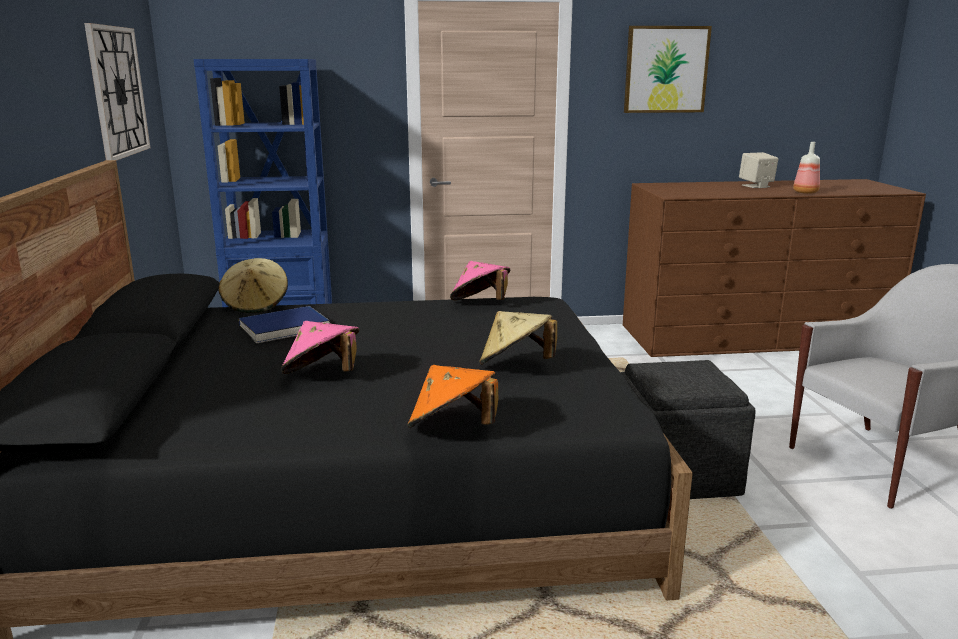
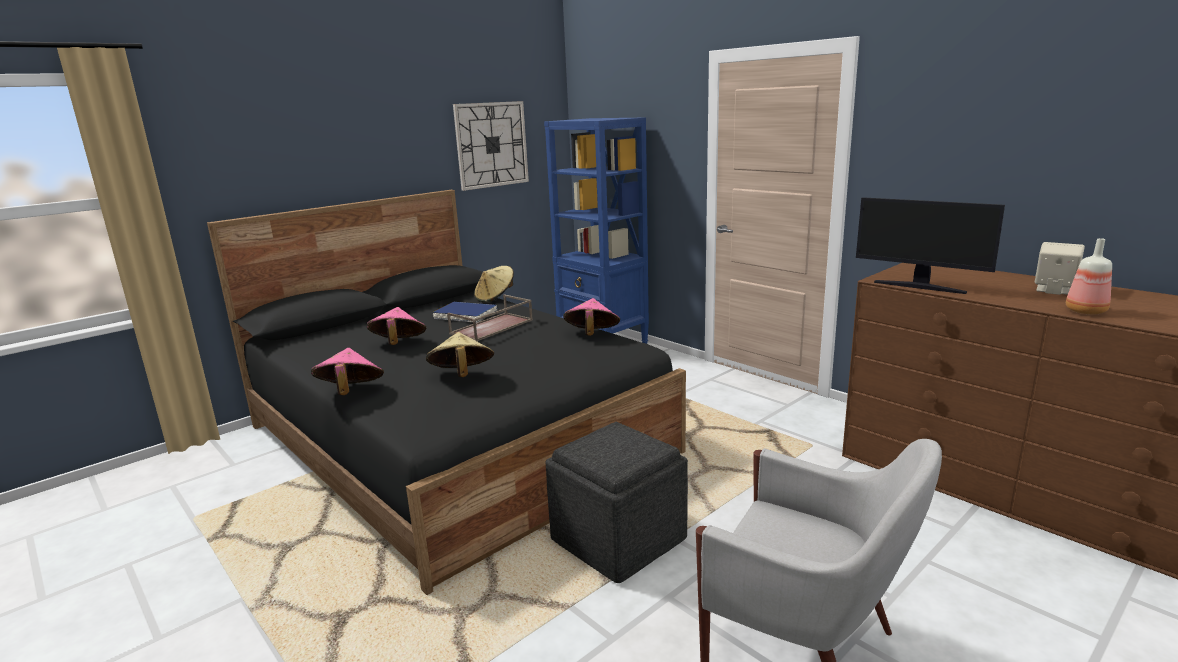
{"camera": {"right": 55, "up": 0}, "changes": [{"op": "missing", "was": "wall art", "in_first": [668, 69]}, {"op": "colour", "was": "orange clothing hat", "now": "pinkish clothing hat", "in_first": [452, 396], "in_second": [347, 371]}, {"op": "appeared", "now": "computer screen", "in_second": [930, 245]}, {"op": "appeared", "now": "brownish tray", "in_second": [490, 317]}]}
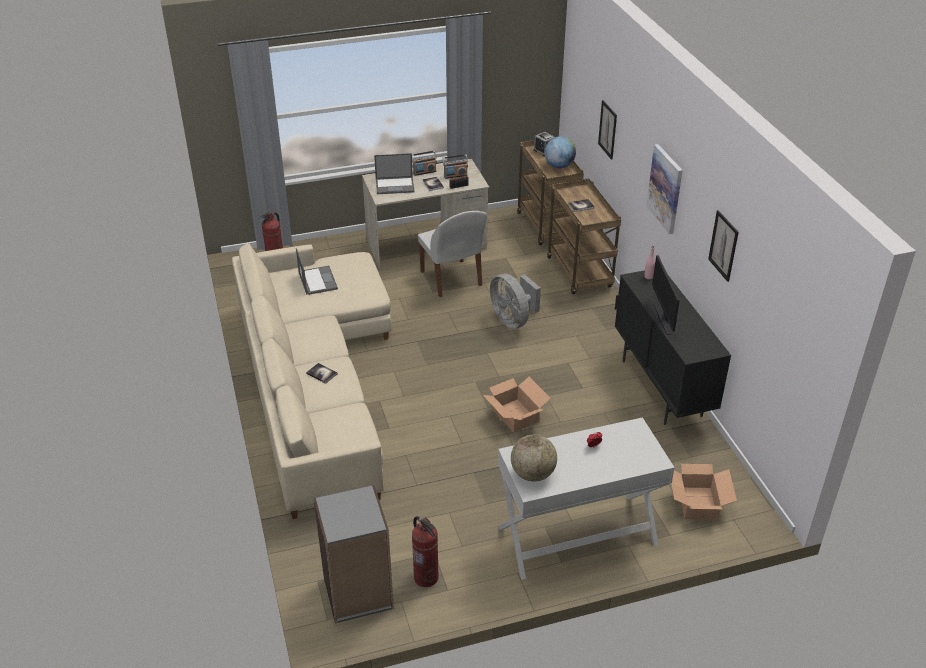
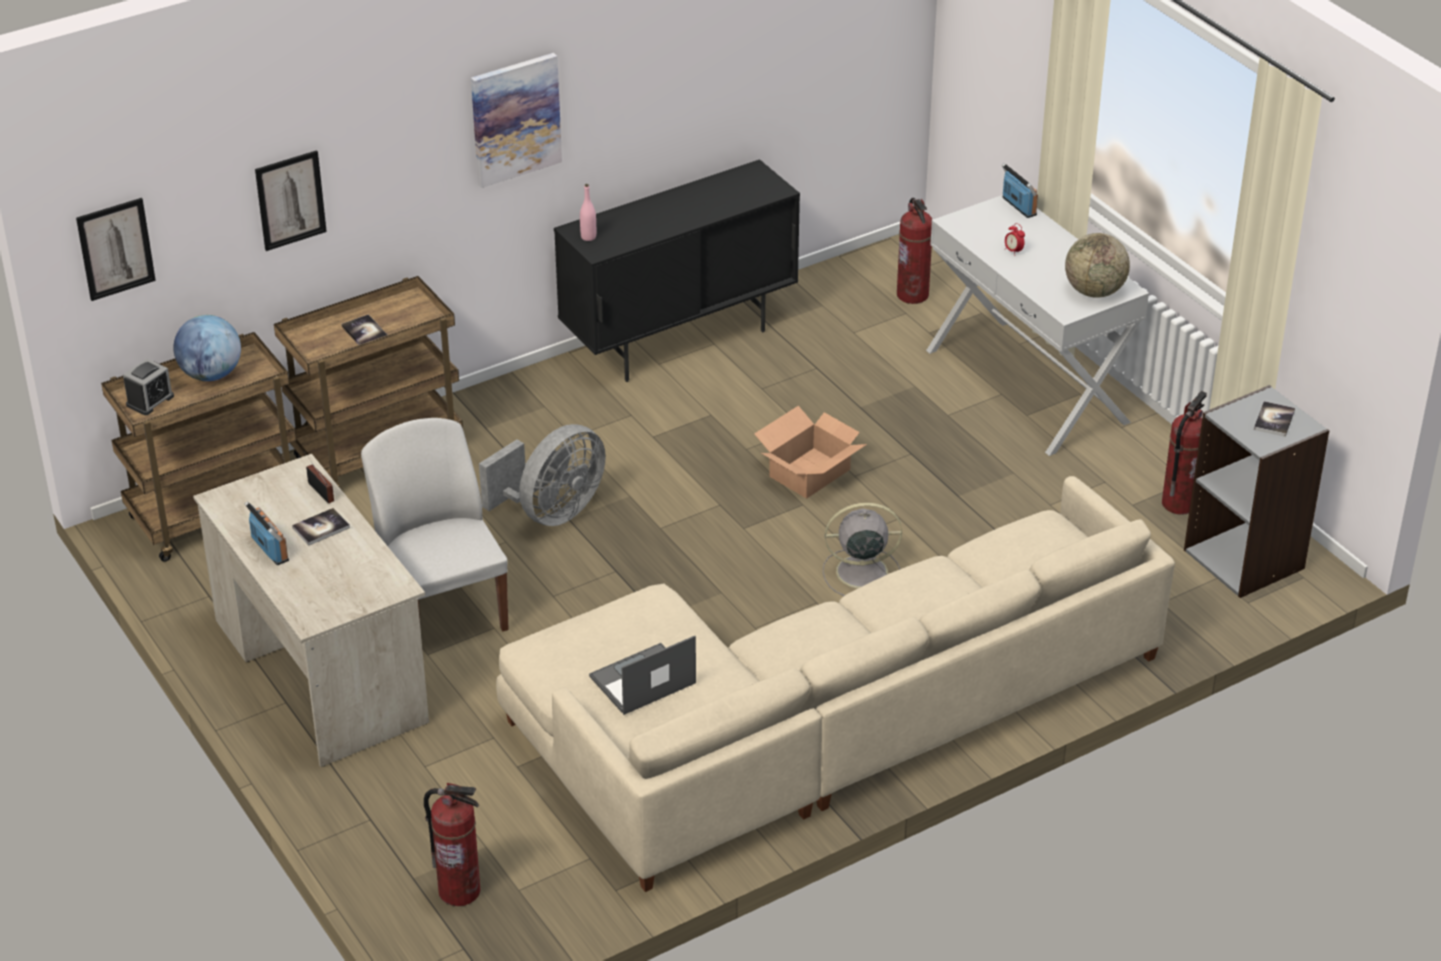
{"camera": {"right": -105, "up": 0}, "changes": [{"op": "missing", "was": "portable computer", "in_first": [394, 173]}, {"op": "relocated", "was": "radio set", "in_first": [455, 166], "in_second": [1020, 190]}, {"op": "relocated", "was": "wall art", "in_first": [723, 246], "in_second": [116, 249]}, {"op": "spun", "was": "white chair", "in_first": [452, 254], "in_second": [435, 524], "clockwise": -75}, {"op": "missing", "was": "computer screen", "in_first": [666, 295]}, {"op": "relocated", "was": "volume", "in_first": [322, 373], "in_second": [1274, 419]}, {"op": "exchanged", "was": "carton", "now": "extinguisher", "in_first": [704, 492], "in_second": [914, 251]}, {"op": "appeared", "now": "gray fan", "in_second": [862, 549]}]}
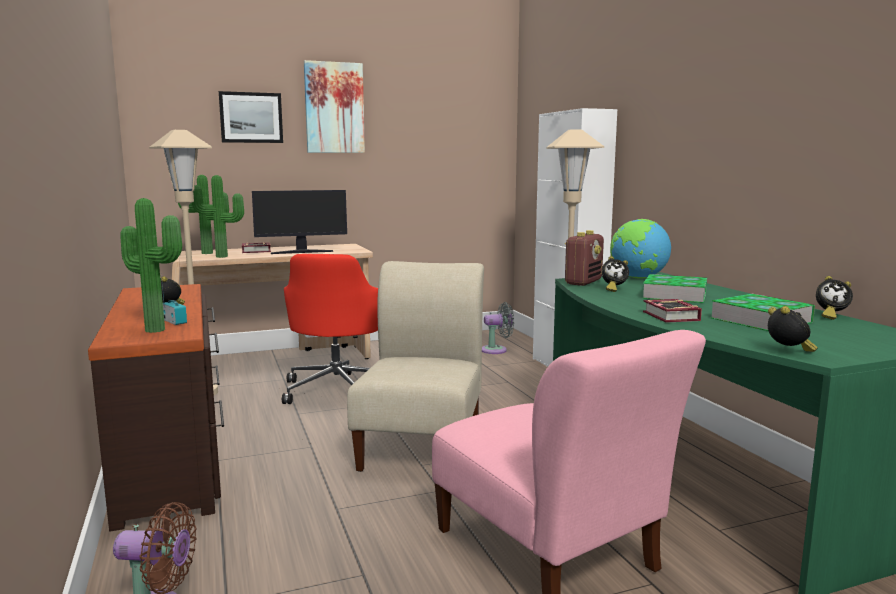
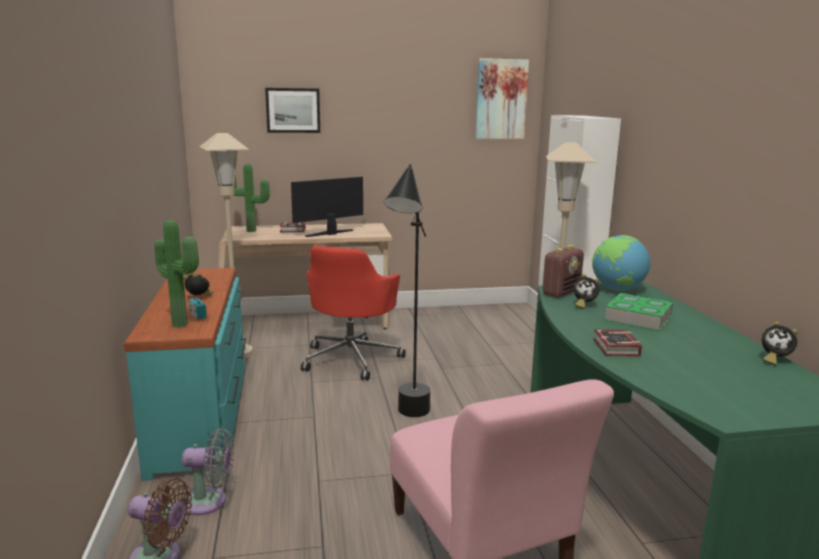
{"camera": {"right": 10, "up": 5}, "changes": [{"op": "relocated", "was": "wall art", "in_first": [334, 106], "in_second": [502, 98]}, {"op": "missing", "was": "potted plant", "in_first": [218, 216]}, {"op": "spun", "was": "computer screen", "in_first": [299, 222], "in_second": [327, 207], "clockwise": 150}, {"op": "exchanged", "was": "beige chair", "now": "black-coloured standard lamp", "in_first": [415, 366], "in_second": [407, 290]}, {"op": "colour", "was": "brownish dresser", "now": "turquoise dresser", "in_first": [156, 407], "in_second": [185, 374]}, {"op": "missing", "was": "volume", "in_first": [762, 312]}, {"op": "relocated", "was": "gray fan", "in_first": [498, 328], "in_second": [208, 471]}, {"op": "missing", "was": "alarm clock", "in_first": [793, 329]}]}
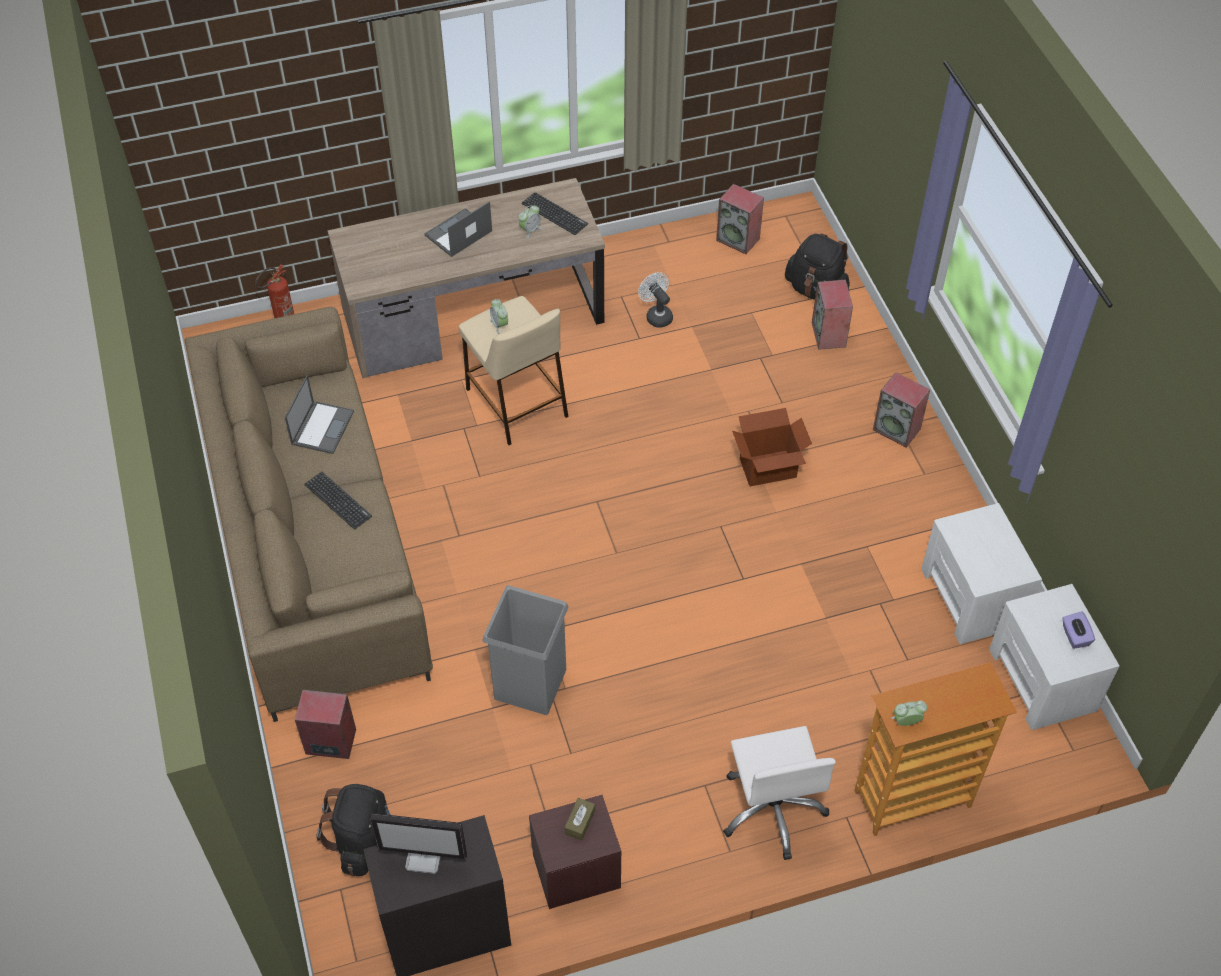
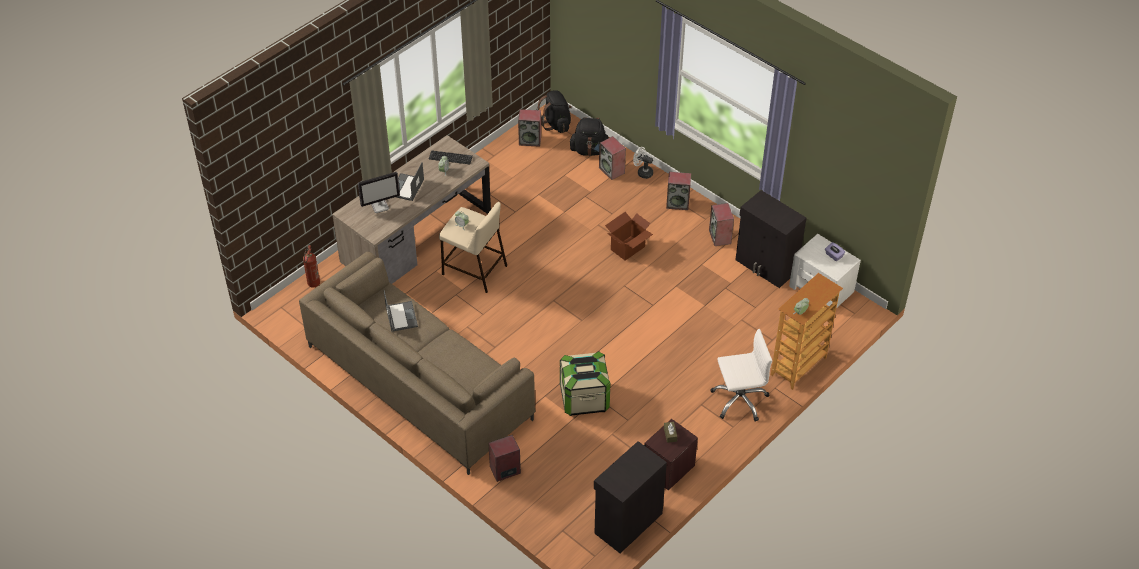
{"camera": {"right": -30, "up": -5}, "changes": [{"op": "relocated", "was": "white fan", "in_first": [655, 300], "in_second": [643, 163]}, {"op": "missing", "was": "PC keyboard", "in_first": [338, 501]}, {"op": "exchanged", "was": "white bedside table", "now": "black-coloured cupboard", "in_first": [981, 573], "in_second": [770, 239]}, {"op": "exchanged", "was": "gray trash can", "now": "storage box", "in_first": [525, 650], "in_second": [585, 383]}, {"op": "spun", "was": "white desk chair", "in_first": [779, 793], "in_second": [741, 375], "clockwise": -60}, {"op": "relocated", "was": "black-coloured rucksack", "in_first": [353, 830], "in_second": [554, 111]}, {"op": "relocated", "was": "computer screen", "in_first": [418, 843], "in_second": [379, 192]}, {"op": "appeared", "now": "audio speaker", "in_second": [721, 224]}]}
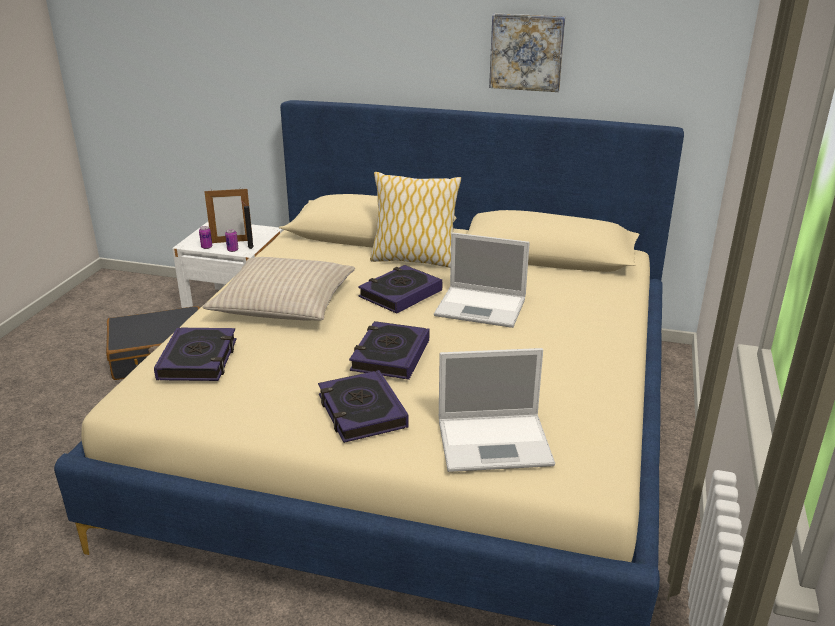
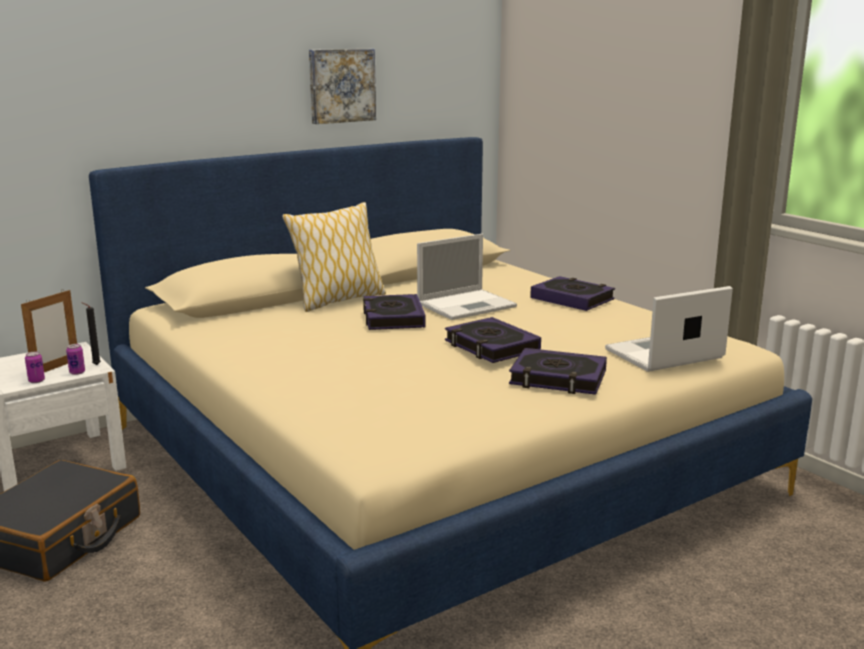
{"camera": {"right": -50, "up": -10}, "changes": [{"op": "missing", "was": "beige cushion", "in_first": [279, 289]}, {"op": "relocated", "was": "volume", "in_first": [195, 354], "in_second": [572, 293]}, {"op": "spun", "was": "portable computer", "in_first": [497, 410], "in_second": [669, 329], "clockwise": -150}]}
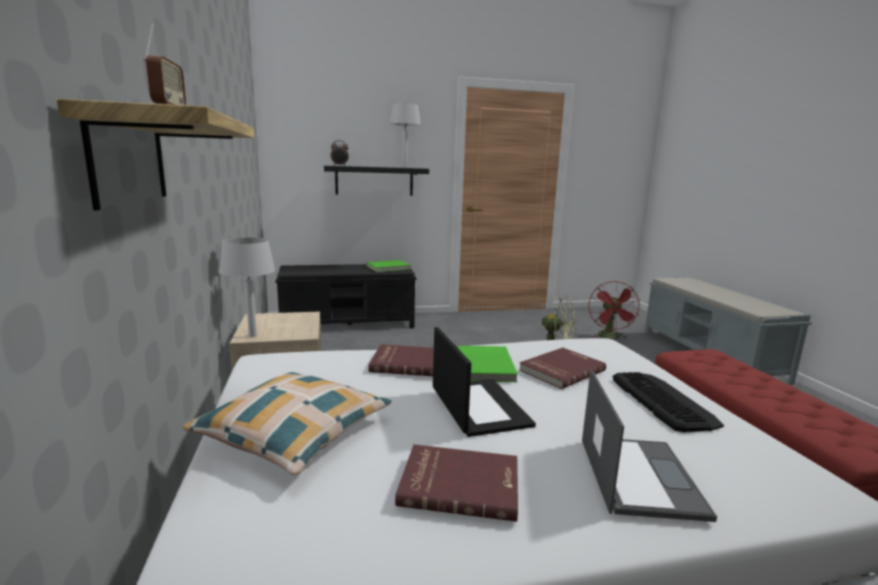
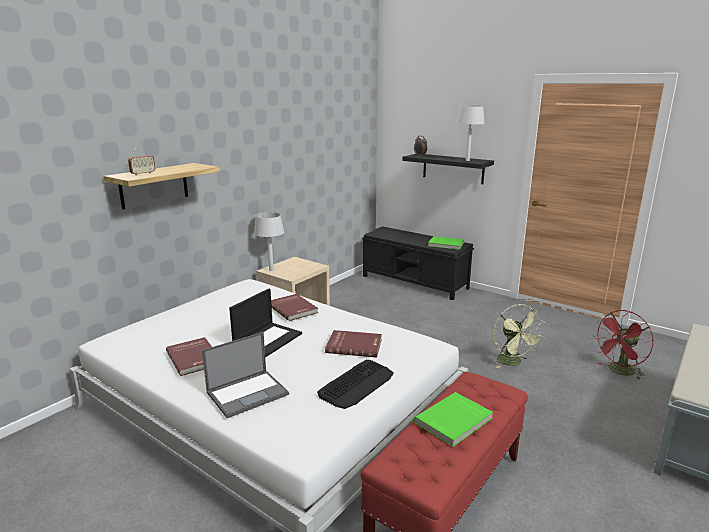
{"camera": {"right": 50, "up": 5}, "changes": [{"op": "relocated", "was": "greenish volume", "in_first": [487, 364], "in_second": [453, 419]}, {"op": "missing", "was": "cushion", "in_first": [287, 424]}]}
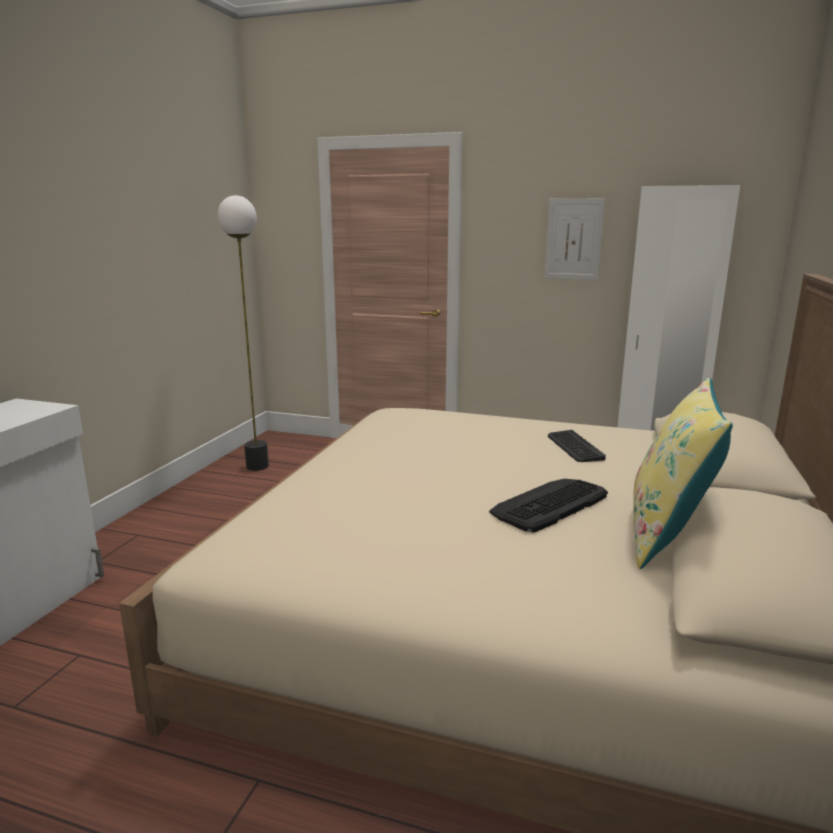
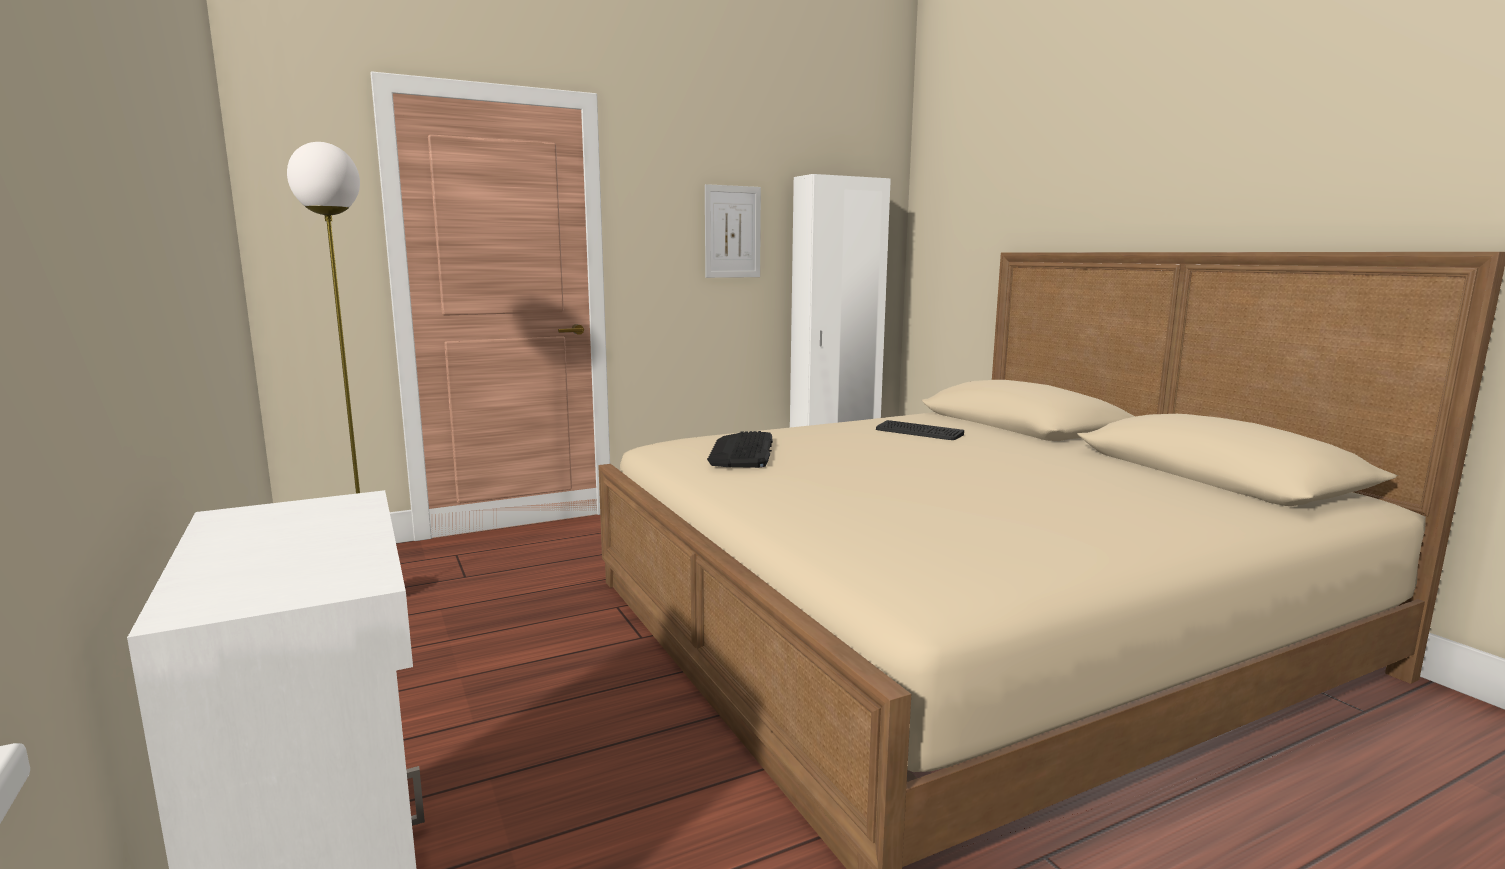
{"camera": {"right": -45, "up": -5}, "changes": [{"op": "missing", "was": "yellow cushion", "in_first": [683, 473]}, {"op": "relocated", "was": "PC keyboard", "in_first": [548, 506], "in_second": [740, 449]}]}
